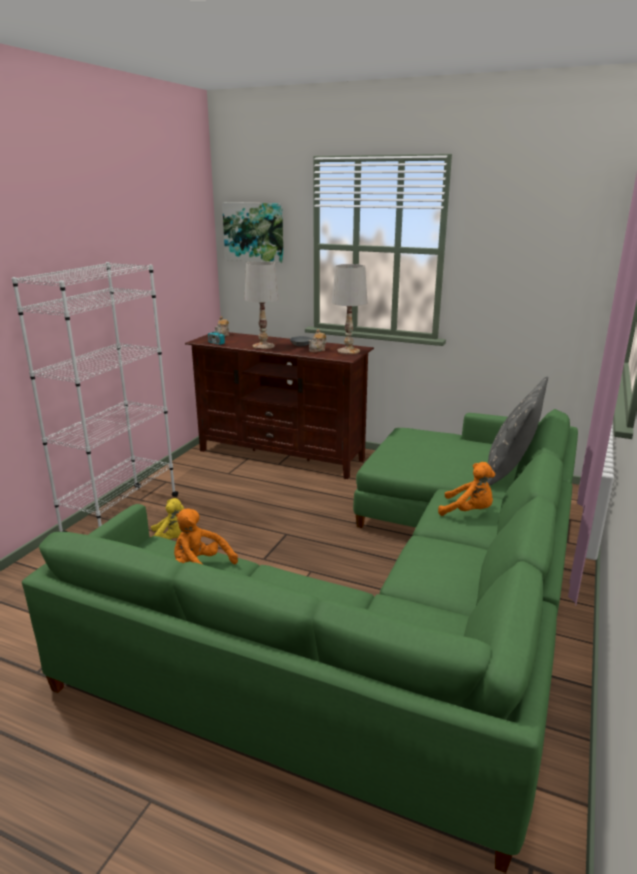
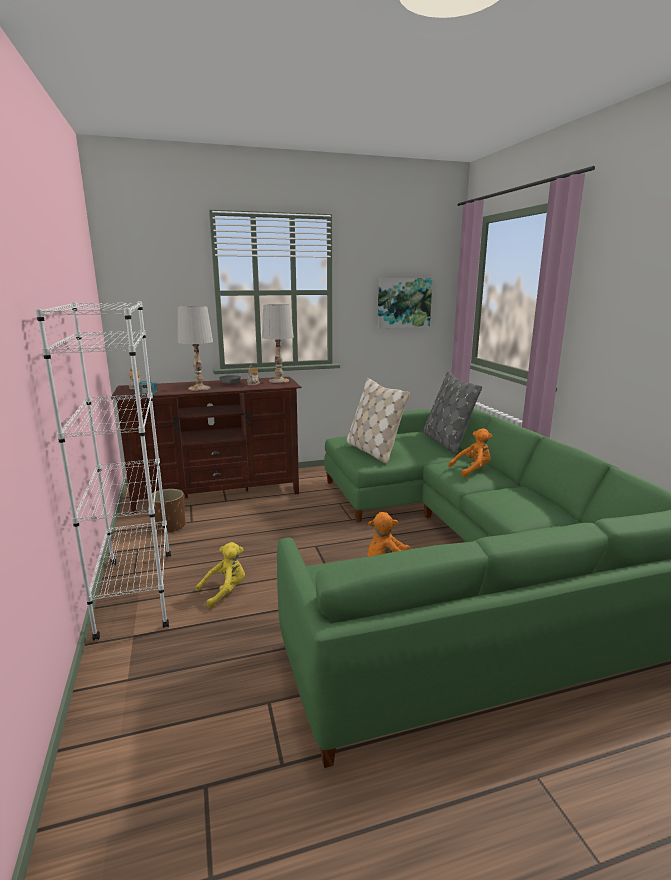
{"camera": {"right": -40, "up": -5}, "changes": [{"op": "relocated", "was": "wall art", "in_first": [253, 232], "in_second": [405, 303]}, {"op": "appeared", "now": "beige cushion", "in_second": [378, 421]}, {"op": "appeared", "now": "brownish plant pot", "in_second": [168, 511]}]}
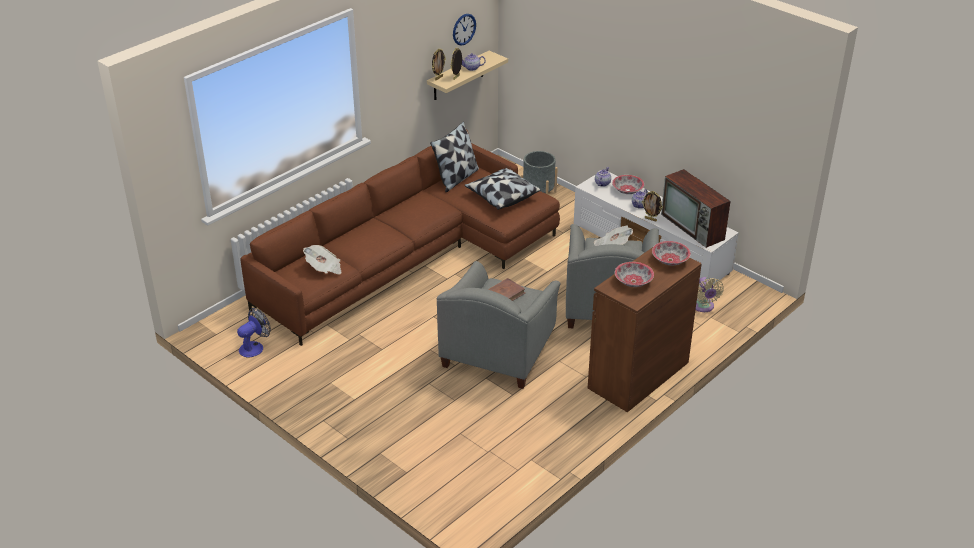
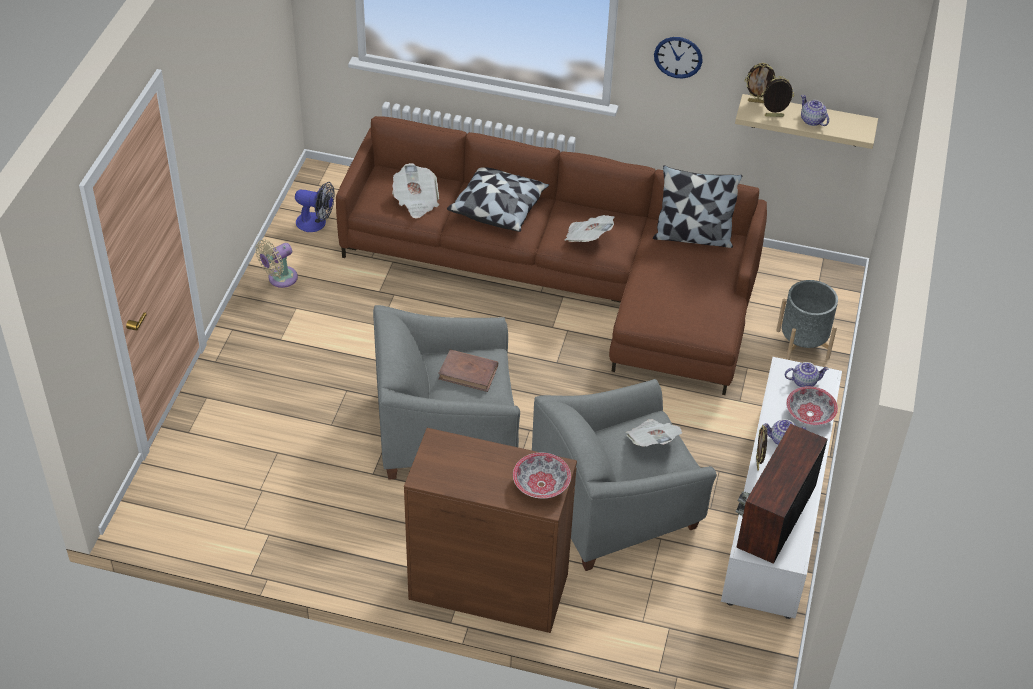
{"camera": {"right": 60, "up": 10}, "changes": [{"op": "relocated", "was": "wall clock", "in_first": [464, 30], "in_second": [678, 57]}, {"op": "relocated", "was": "cushion", "in_first": [502, 189], "in_second": [498, 199]}, {"op": "missing", "was": "bowl", "in_first": [634, 274]}, {"op": "relocated", "was": "beige fan", "in_first": [710, 294], "in_second": [277, 264]}, {"op": "appeared", "now": "printed paper", "in_second": [589, 228]}]}
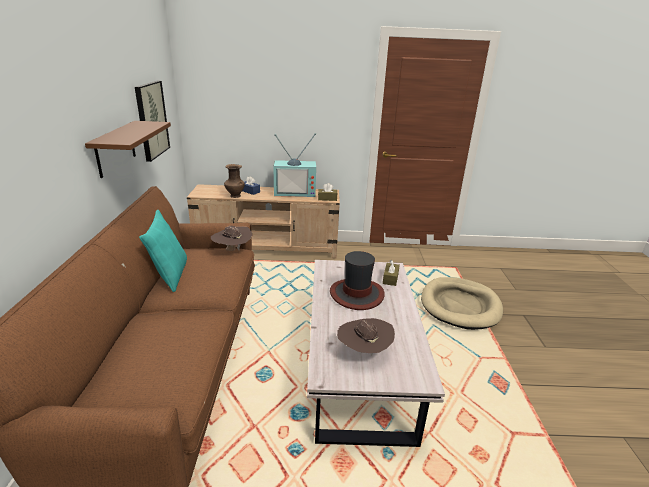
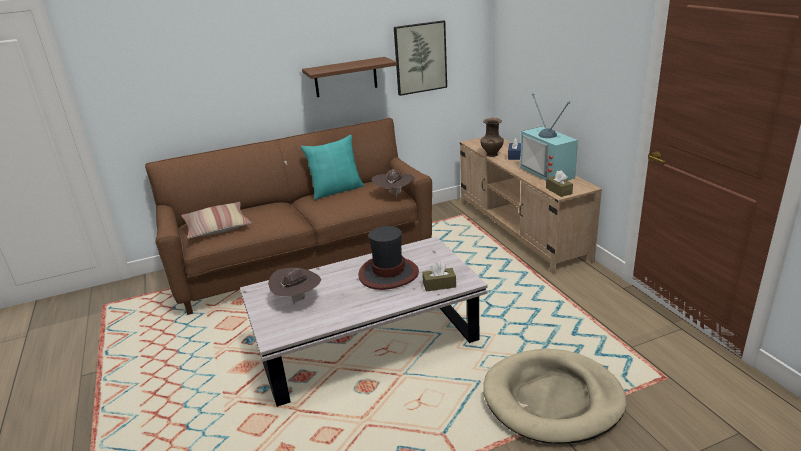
{"camera": {"right": 70, "up": 0}, "changes": [{"op": "appeared", "now": "cushion", "in_second": [216, 220]}]}
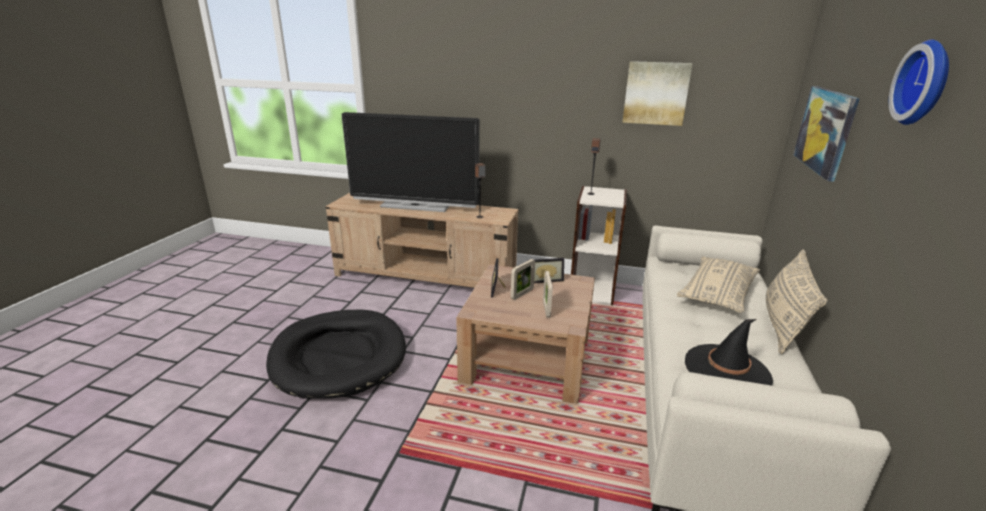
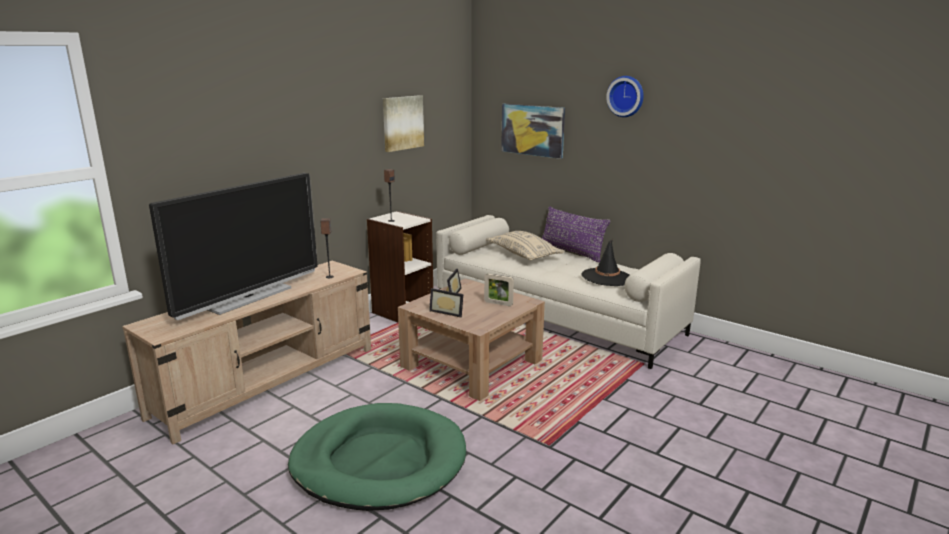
{"camera": {"right": -65, "up": -5}, "changes": [{"op": "colour", "was": "beige cushion", "now": "purple-coloured cushion", "in_first": [797, 302], "in_second": [576, 234]}, {"op": "missing", "was": "standing frame", "in_first": [523, 279]}, {"op": "colour", "was": "black-coloured dog cushion", "now": "greenish dog cushion", "in_first": [336, 354], "in_second": [377, 457]}]}
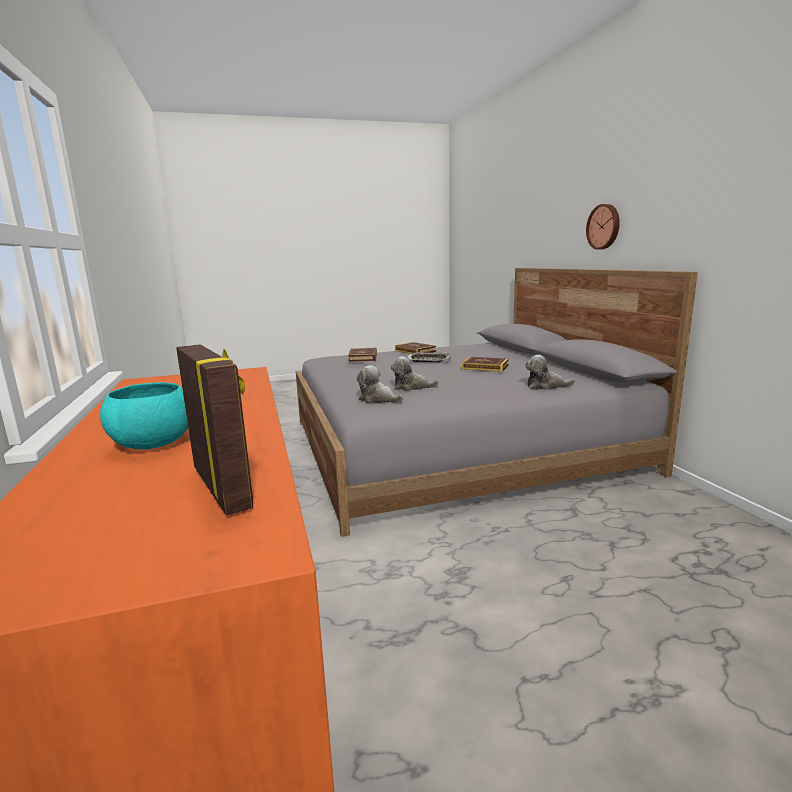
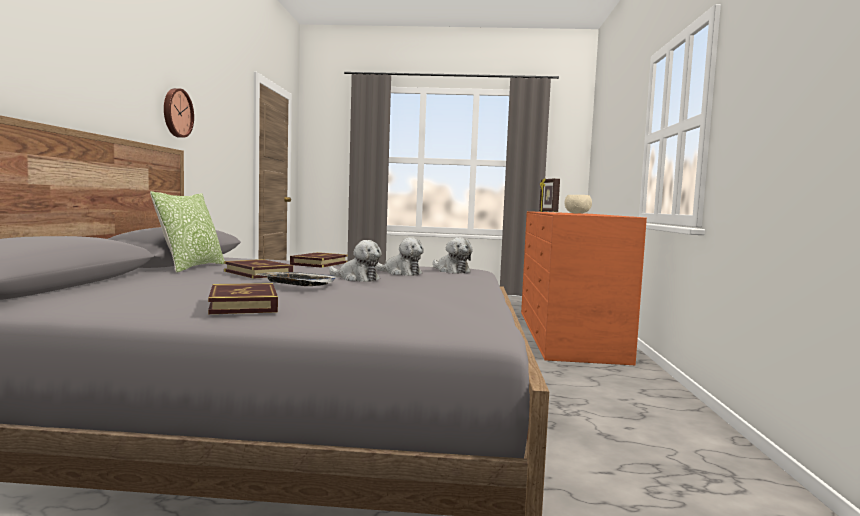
{"camera": {"right": -160, "up": -10}, "changes": [{"op": "relocated", "was": "wall clock", "in_first": [603, 227], "in_second": [179, 113]}, {"op": "relocated", "was": "volume", "in_first": [362, 355], "in_second": [319, 260]}, {"op": "relocated", "was": "soft toy", "in_first": [550, 372], "in_second": [355, 261]}, {"op": "colour", "was": "turquoise bowl", "now": "beige bowl", "in_first": [144, 416], "in_second": [578, 204]}, {"op": "appeared", "now": "cushion", "in_second": [187, 232]}]}
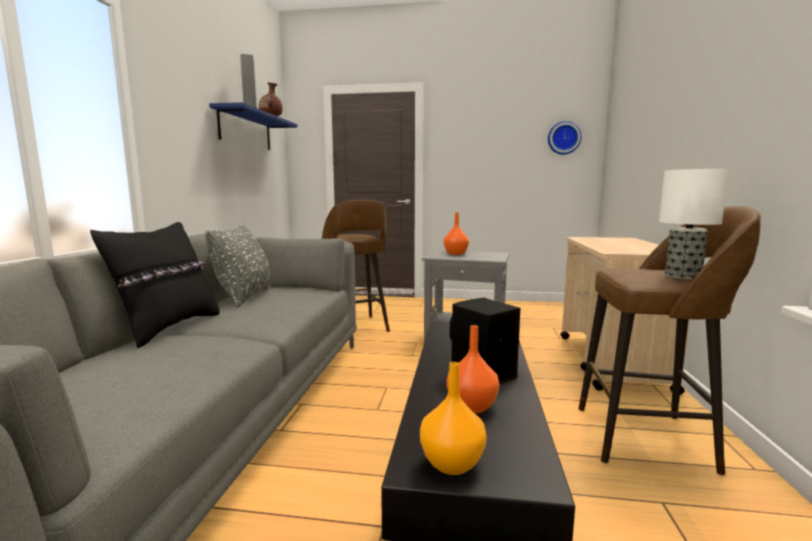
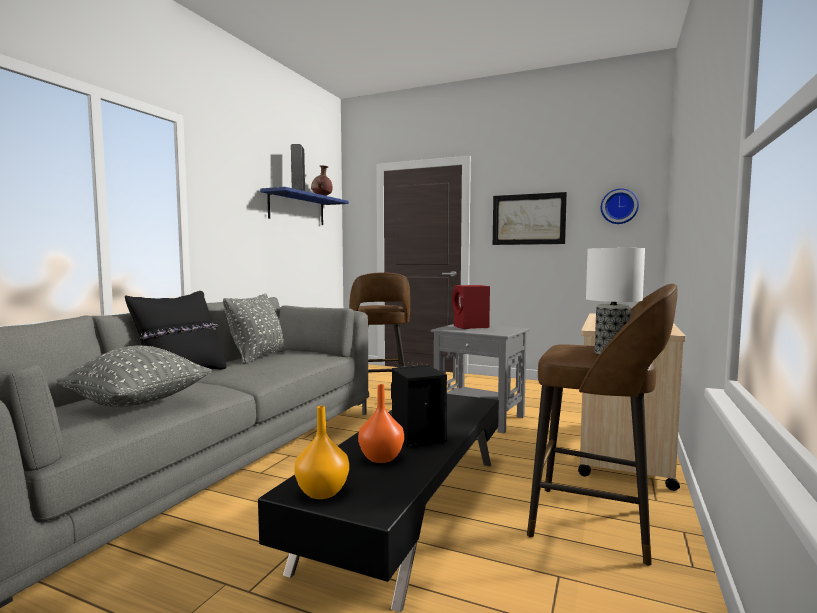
{"camera": {"right": 15, "up": -5}, "changes": [{"op": "exchanged", "was": "orange vase", "now": "red audio speaker", "in_first": [456, 234], "in_second": [471, 307]}, {"op": "appeared", "now": "wall art", "in_second": [530, 218]}, {"op": "appeared", "now": "gray cushion", "in_second": [134, 376]}]}
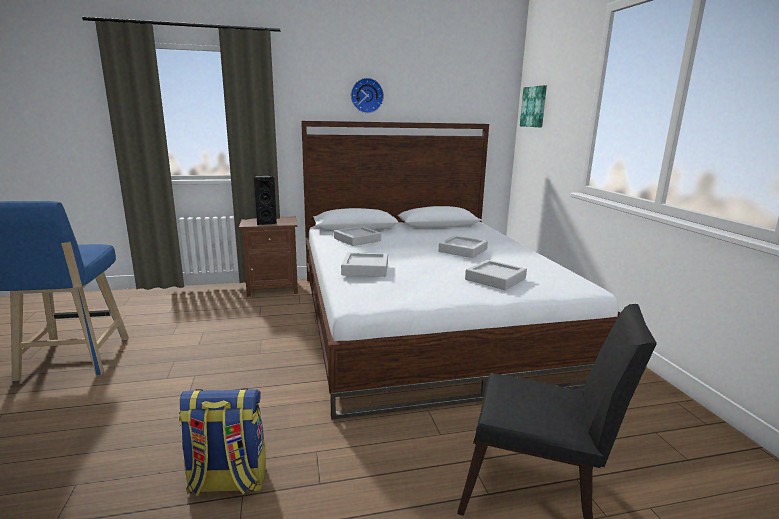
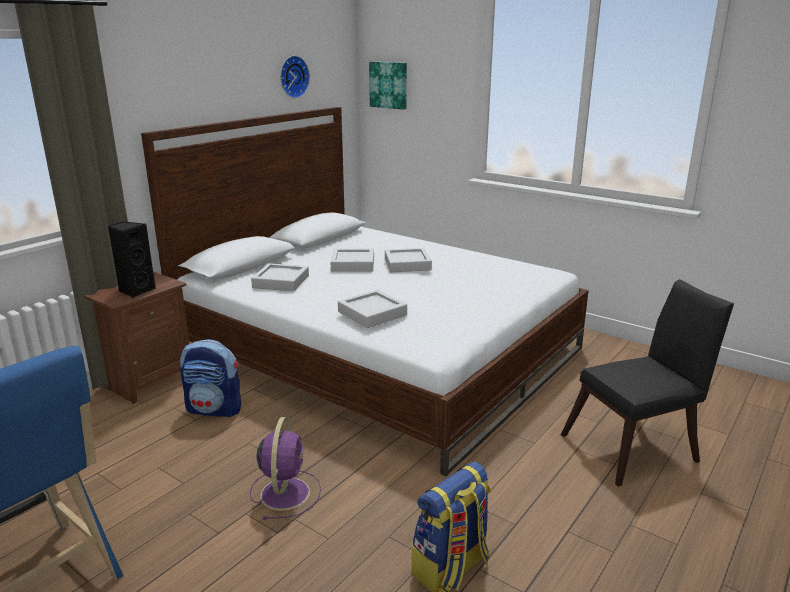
{"camera": {"right": -40, "up": 5}, "changes": [{"op": "relocated", "was": "wall clock", "in_first": [367, 95], "in_second": [295, 76]}, {"op": "relocated", "was": "gray tray", "in_first": [496, 275], "in_second": [352, 260]}, {"op": "appeared", "now": "rucksack", "in_second": [210, 378]}, {"op": "appeared", "now": "purple-coloured fan", "in_second": [285, 468]}]}
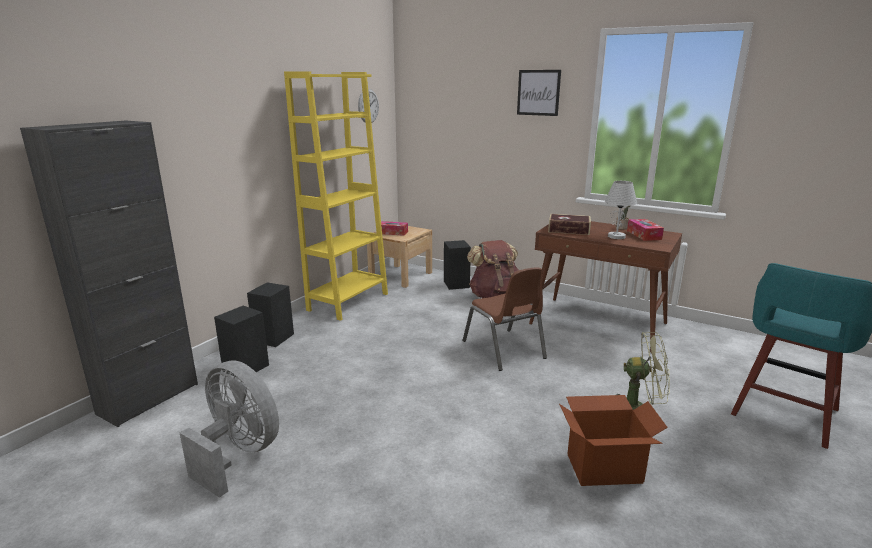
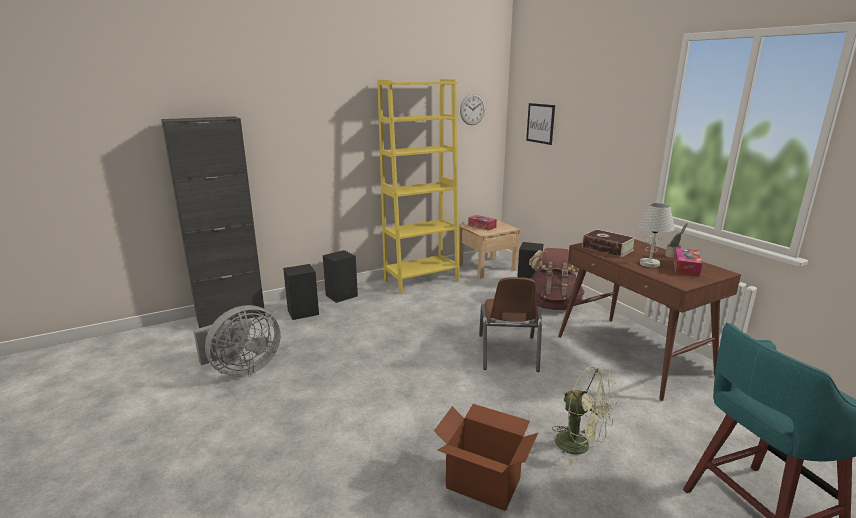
{"camera": {"right": 30, "up": 0}, "changes": [{"op": "relocated", "was": "wall art", "in_first": [539, 93], "in_second": [540, 124]}, {"op": "spun", "was": "gray fan", "in_first": [229, 429], "in_second": [237, 341], "clockwise": 75}]}
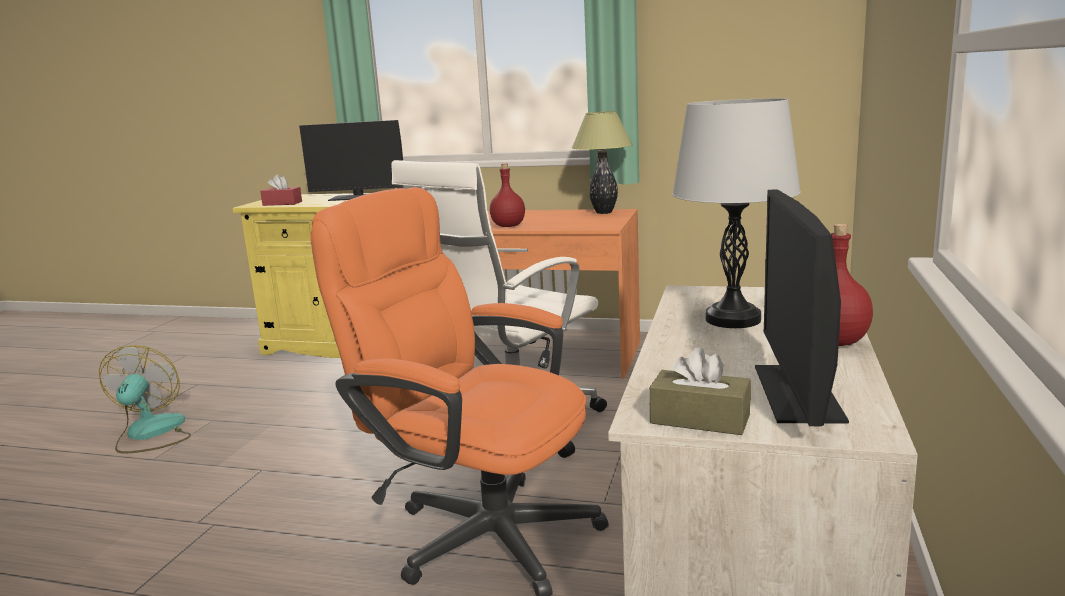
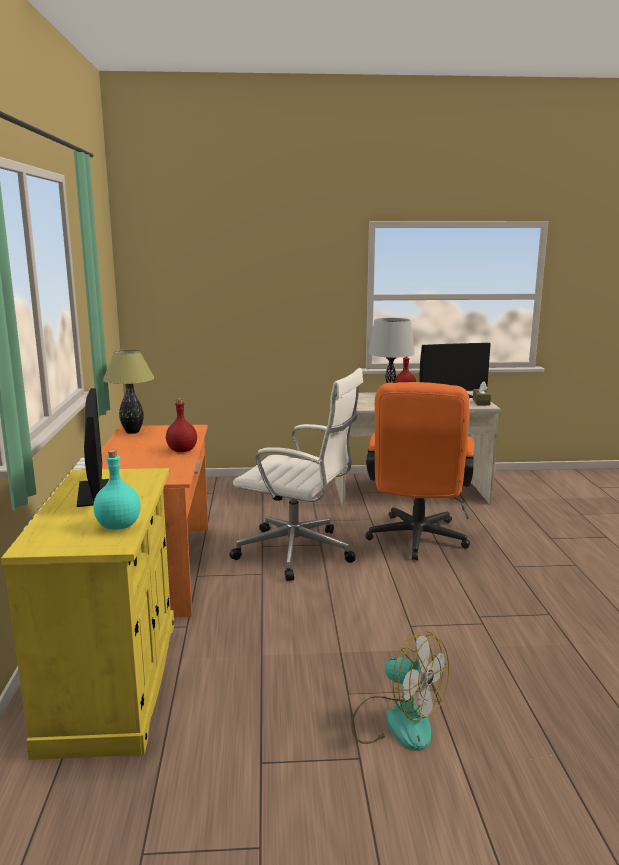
{"camera": {"right": -110, "up": 0}, "changes": [{"op": "exchanged", "was": "red tissue holder", "now": "turquoise drink bottle", "in_first": [281, 190], "in_second": [117, 490]}, {"op": "spun", "was": "fan", "in_first": [145, 399], "in_second": [400, 691], "clockwise": -120}]}
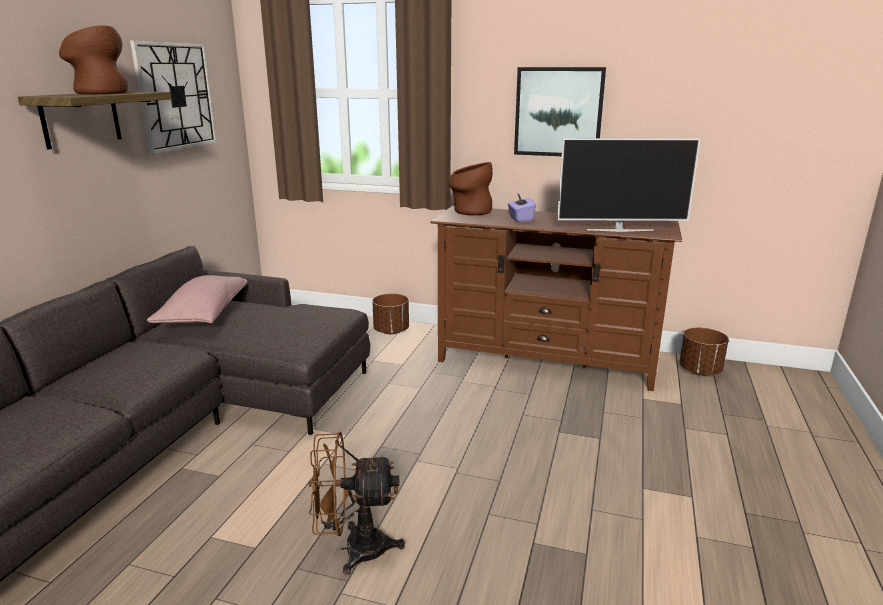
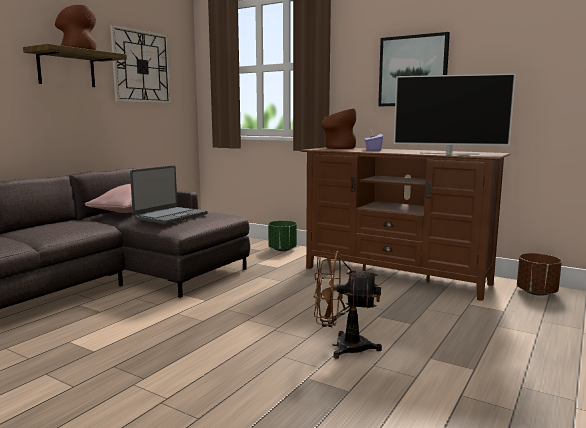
{"camera": {"right": 15, "up": -10}, "changes": [{"op": "colour", "was": "brownish plant pot", "now": "greenish plant pot", "in_first": [390, 314], "in_second": [282, 236]}, {"op": "relocated", "was": "brownish fan", "in_first": [356, 503], "in_second": [347, 305]}, {"op": "appeared", "now": "portable computer", "in_second": [169, 194]}]}
